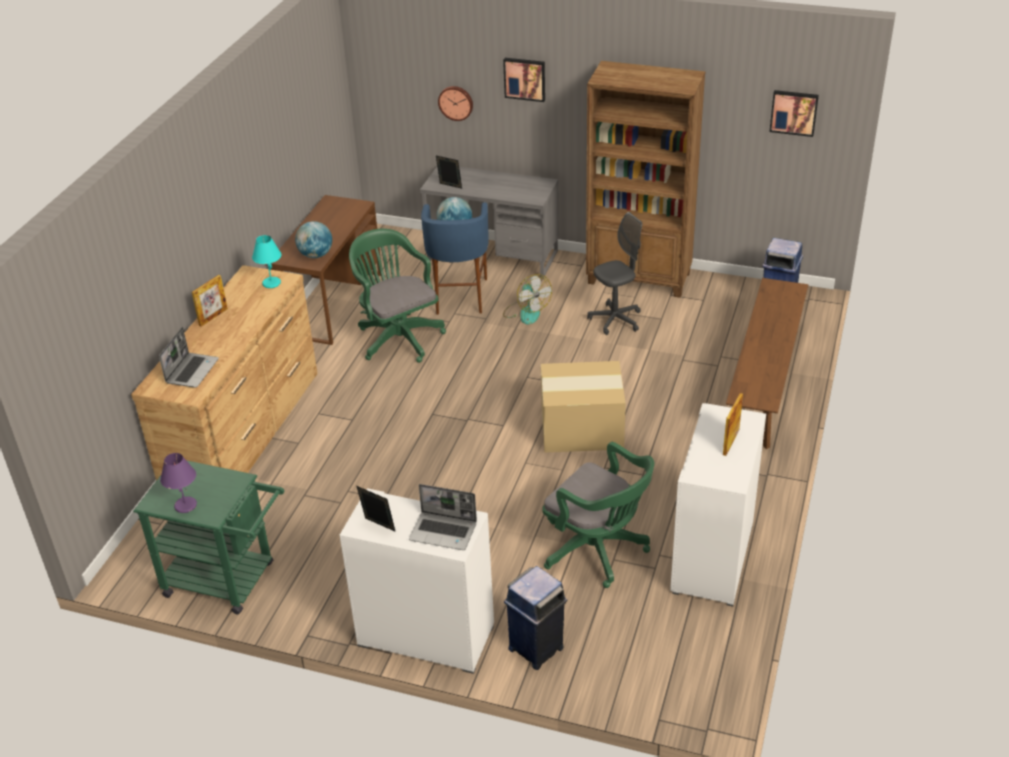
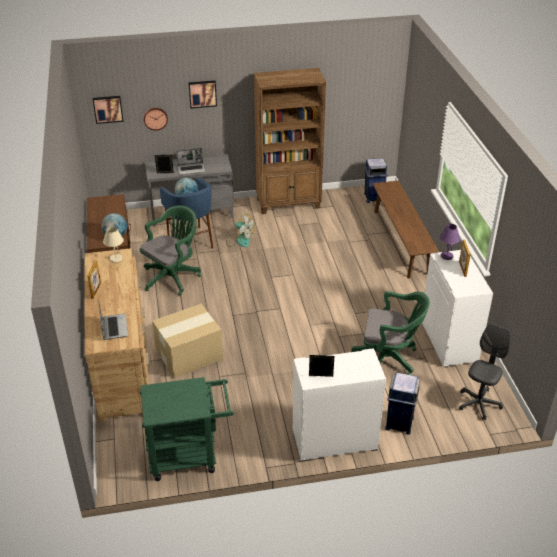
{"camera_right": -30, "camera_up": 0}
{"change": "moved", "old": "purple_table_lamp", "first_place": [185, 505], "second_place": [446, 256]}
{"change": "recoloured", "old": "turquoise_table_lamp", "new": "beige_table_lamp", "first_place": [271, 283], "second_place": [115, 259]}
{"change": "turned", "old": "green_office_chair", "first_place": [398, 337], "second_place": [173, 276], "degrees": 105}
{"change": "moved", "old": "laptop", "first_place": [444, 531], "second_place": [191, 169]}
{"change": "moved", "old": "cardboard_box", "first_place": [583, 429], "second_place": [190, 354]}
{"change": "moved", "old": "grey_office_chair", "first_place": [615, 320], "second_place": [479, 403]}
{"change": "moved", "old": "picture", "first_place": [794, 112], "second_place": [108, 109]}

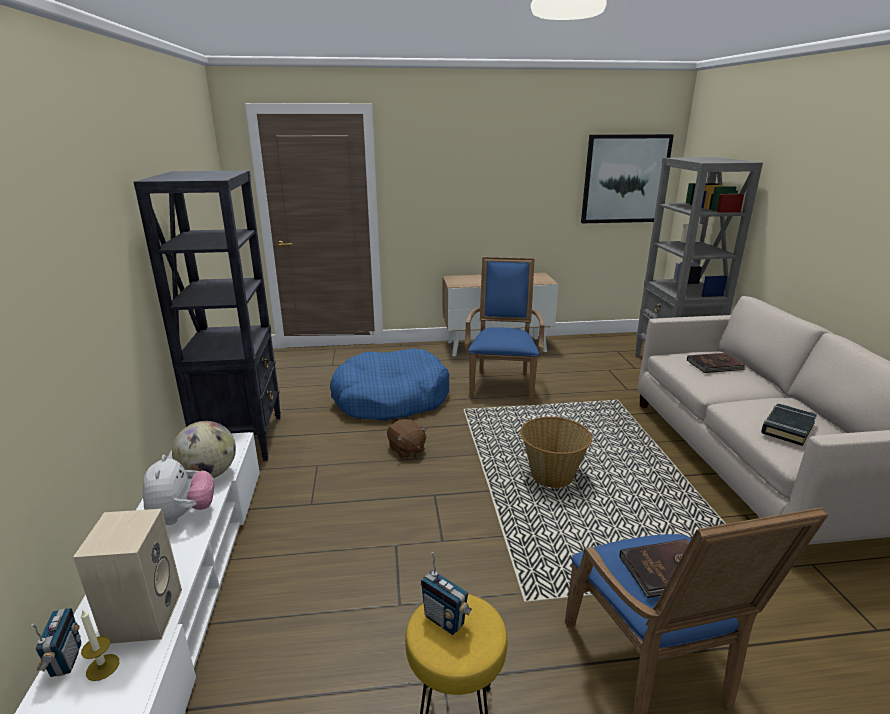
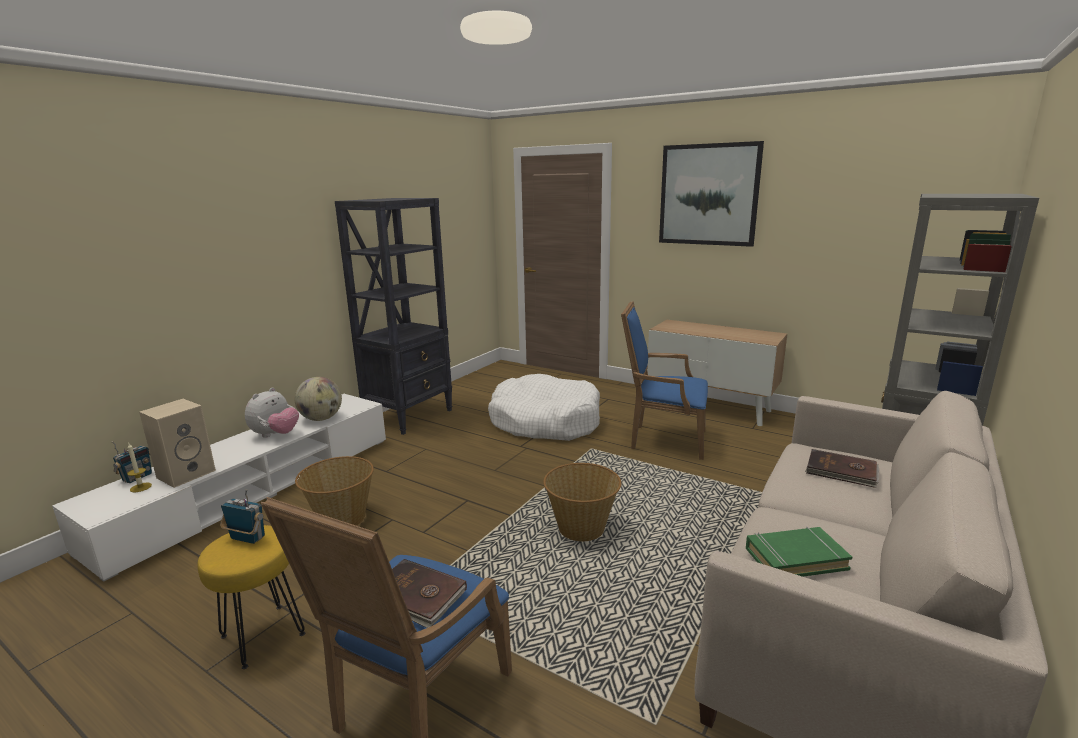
{"camera_right": 40, "camera_up": -5}
{"change": "recoloured", "old": "blue_dog_bed", "new": "white_dog_bed", "first_place": [390, 398], "second_place": [545, 421]}
{"change": "removed", "old": "brown_plush_toy", "first_place": [406, 450]}
{"change": "turned", "old": "radio", "first_place": [444, 620], "second_place": [247, 538], "degrees": 120}
{"change": "turned", "old": "blue_armchair", "first_place": [502, 383], "second_place": [663, 439], "degrees": -120}
{"change": "moved", "old": "picture", "first_place": [625, 179], "second_place": [708, 195]}
{"change": "recoloured", "old": "black_book", "new": "green_book", "first_place": [787, 428], "second_place": [795, 558]}
{"change": "added", "new": "basket", "second_place": [341, 519]}

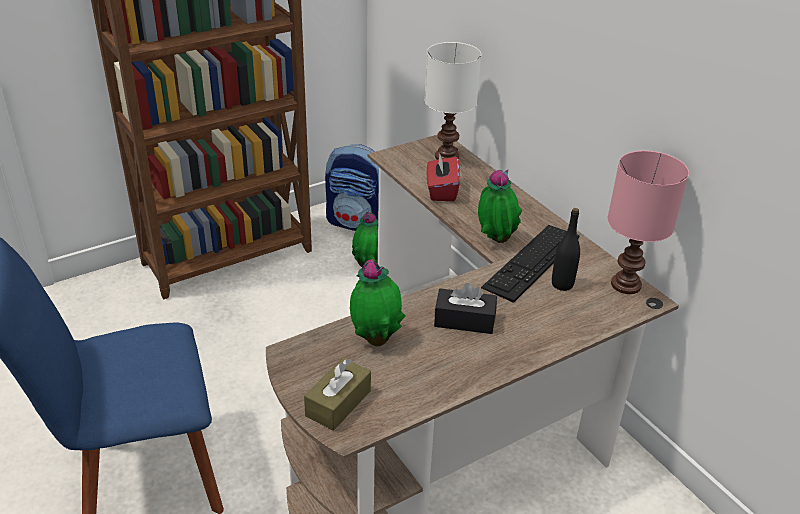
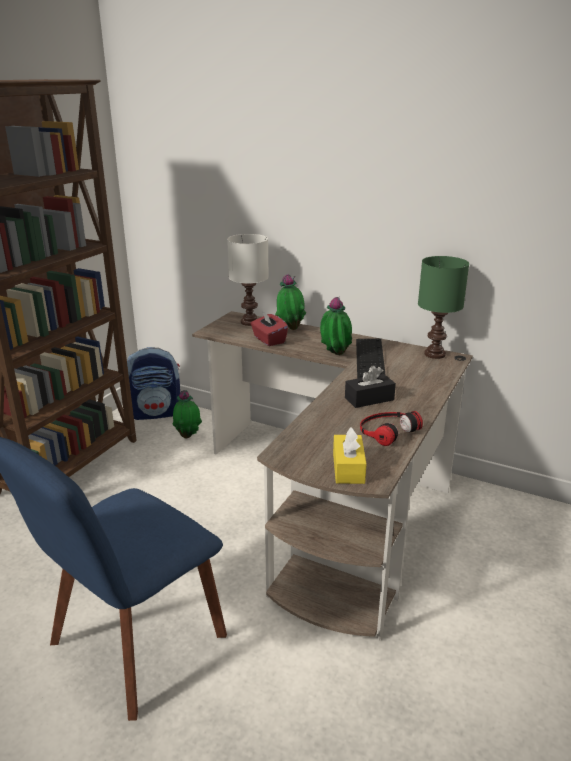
{"camera_right": -30, "camera_up": -10}
{"change": "recoloured", "old": "brown_tissue_box", "new": "yellow_tissue_box", "first_place": [338, 403], "second_place": [348, 468]}
{"change": "moved", "old": "potted_plant", "first_place": [376, 339], "second_place": [290, 328]}
{"change": "removed", "old": "black_bottle", "first_place": [562, 284]}
{"change": "recoloured", "old": "pink_table_lamp", "new": "green_table_lamp", "first_place": [624, 284], "second_place": [433, 354]}
{"change": "added", "new": "headphones", "second_place": [386, 430]}

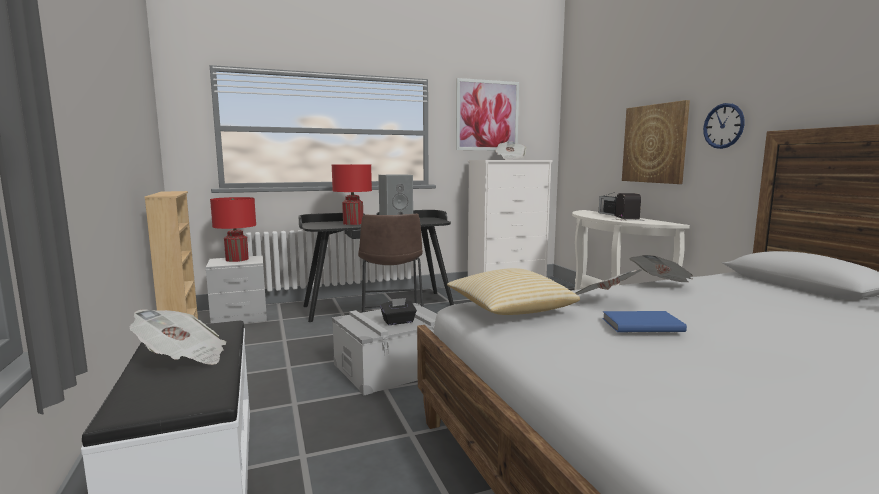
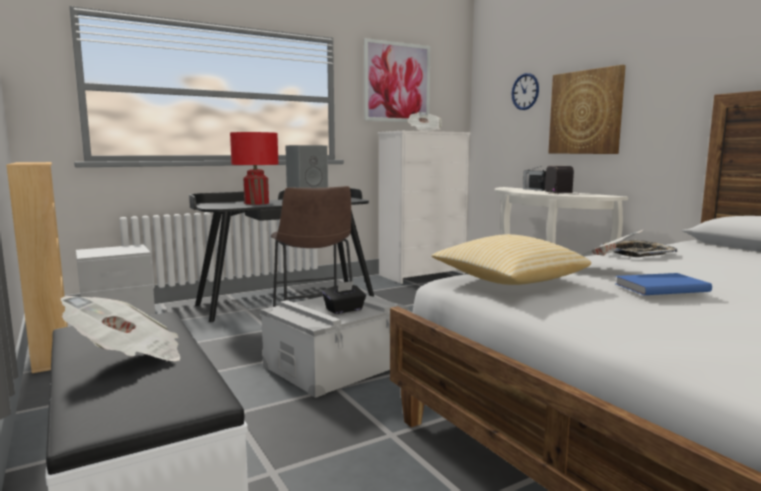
{"camera_right": -10, "camera_up": 0}
{"change": "removed", "old": "red_table_lamp", "first_place": [237, 259]}
{"change": "replaced", "old": "newspaper", "new": "tray", "first_place": [661, 285], "second_place": [637, 253]}
{"change": "moved", "old": "wall_clock", "first_place": [723, 126], "second_place": [525, 91]}

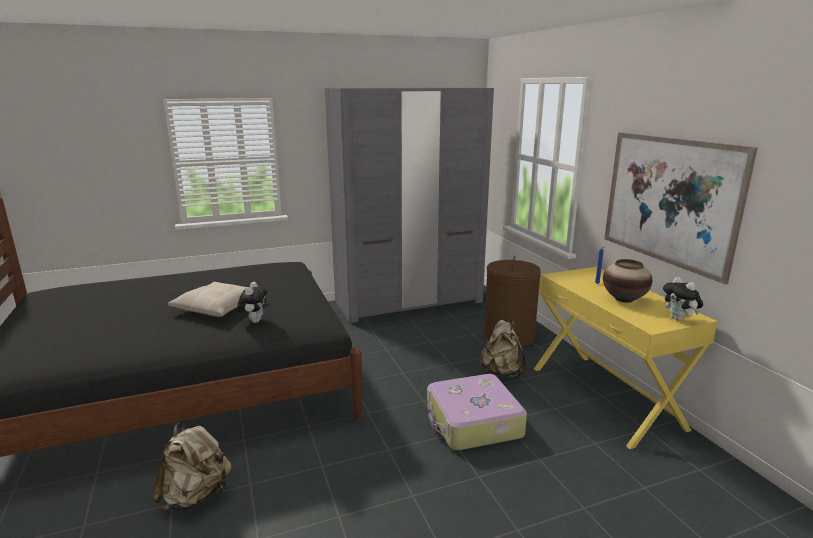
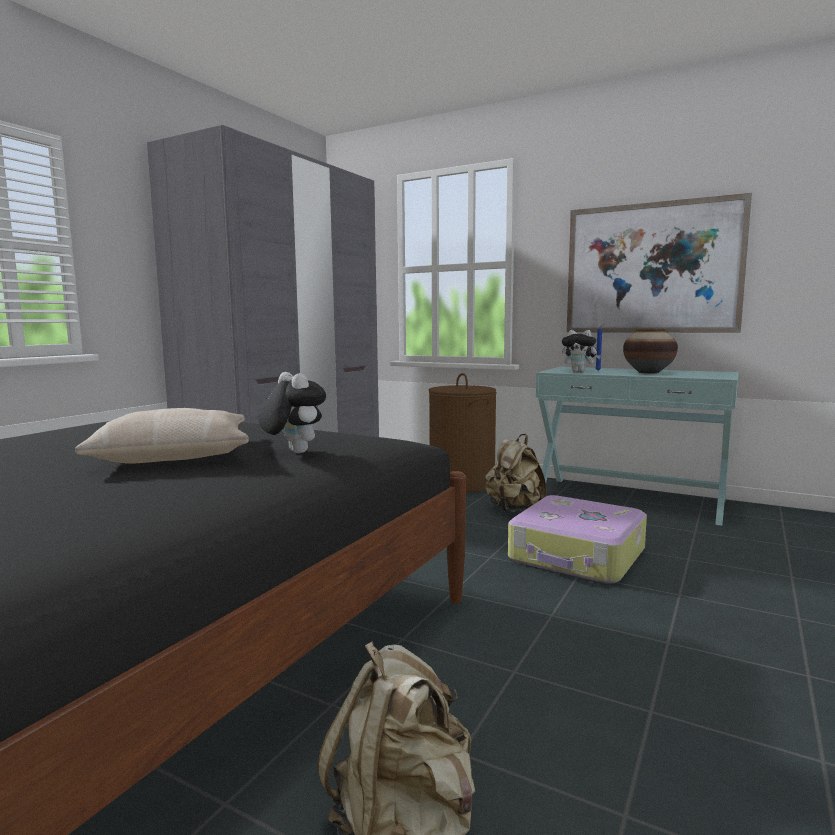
{"camera_right": -40, "camera_up": -10}
{"change": "recoloured", "old": "yellow_console_table", "new": "turquoise_console_table", "first_place": [605, 396], "second_place": [630, 499]}
{"change": "moved", "old": "plush_toy", "first_place": [679, 319], "second_place": [579, 371]}

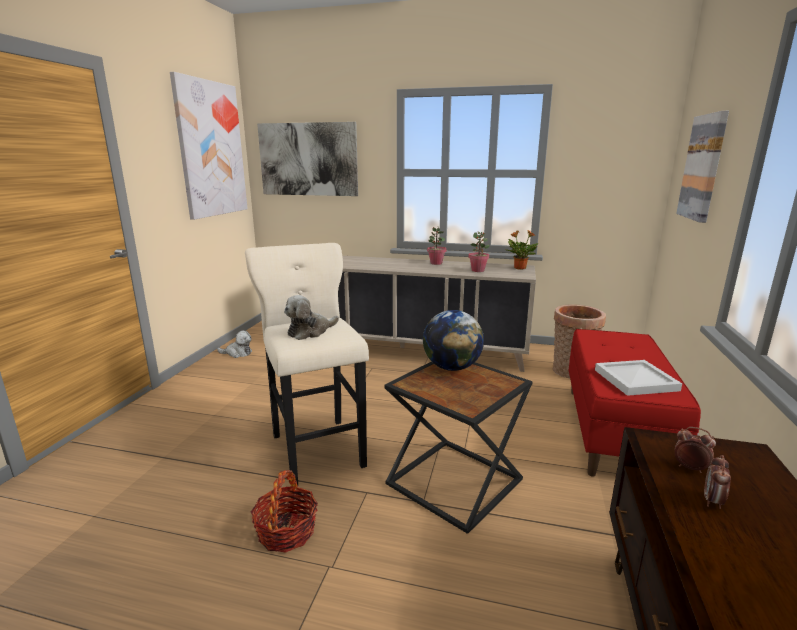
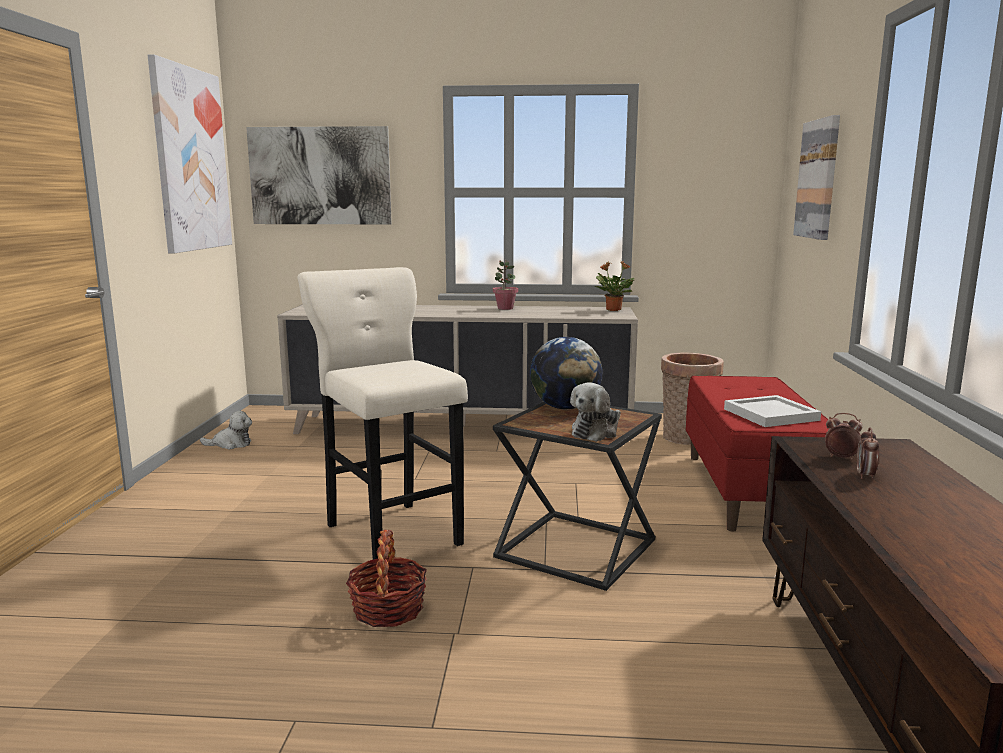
{"camera_right": -10, "camera_up": -5}
{"change": "moved", "old": "plush_toy", "first_place": [310, 332], "second_place": [596, 431]}
{"change": "removed", "old": "potted_plant", "first_place": [478, 270]}

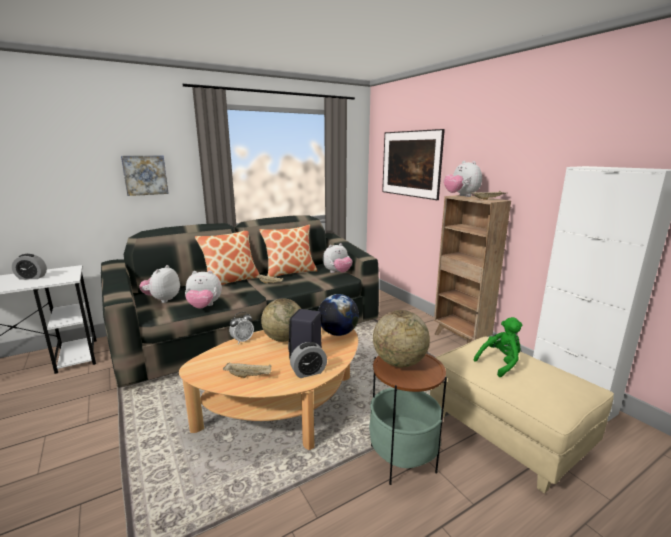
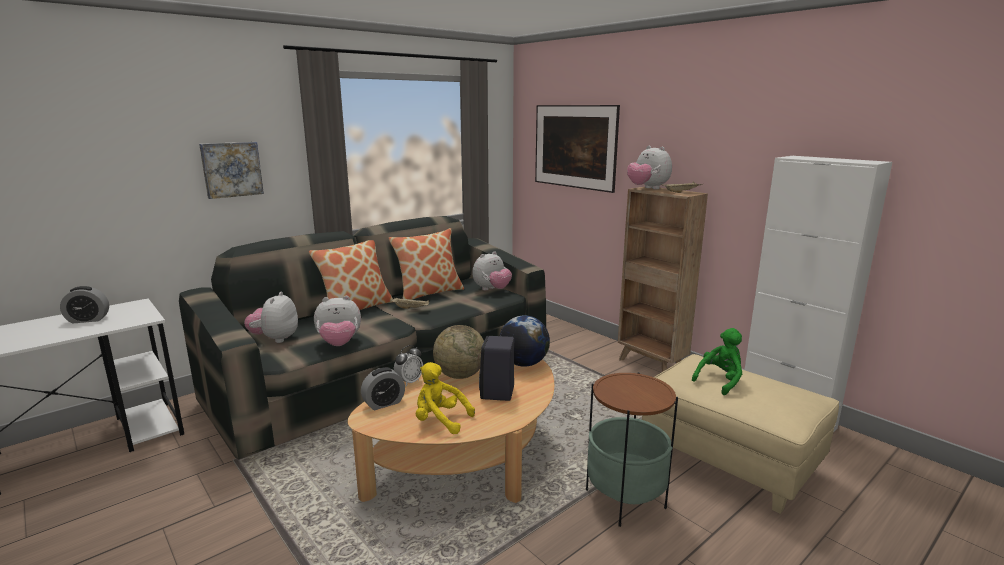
{"camera_right": -10, "camera_up": 0}
{"change": "replaced", "old": "beige_tray", "new": "yellow_plush_toy", "first_place": [249, 376], "second_place": [440, 420]}
{"change": "moved", "old": "alarm_clock", "first_place": [308, 372], "second_place": [384, 403]}
{"change": "removed", "old": "globe", "first_place": [399, 362]}

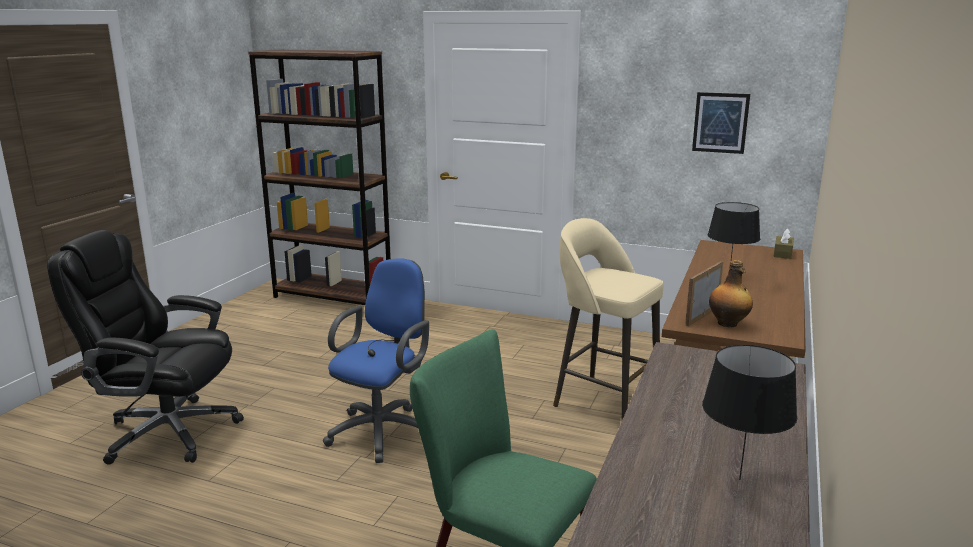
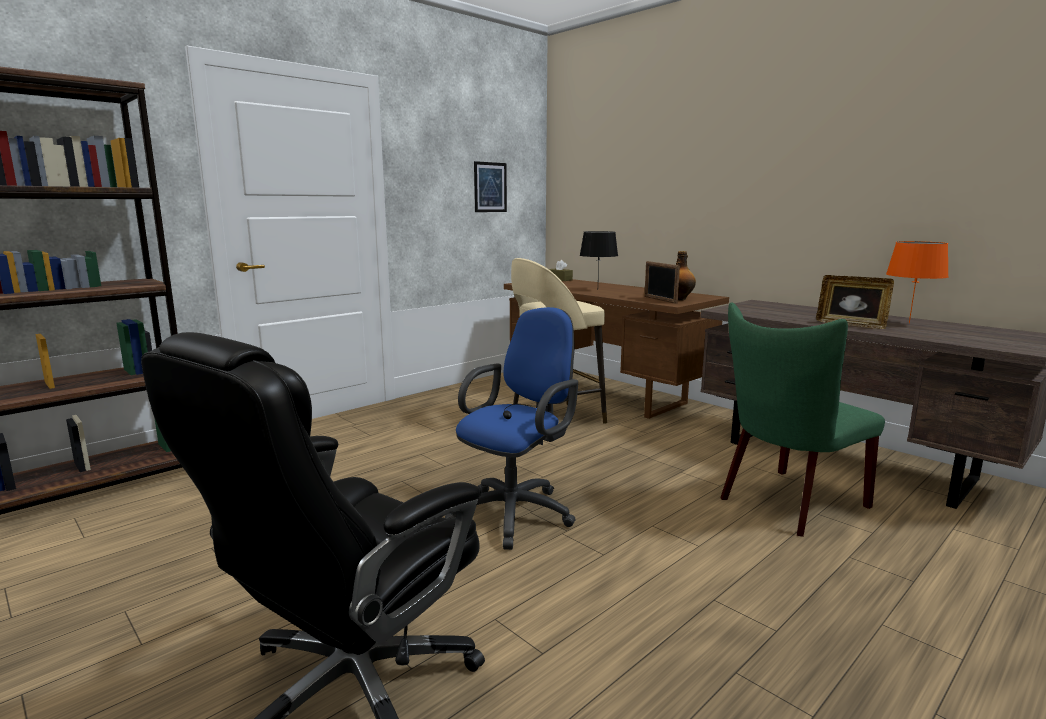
{"camera_right": -65, "camera_up": -5}
{"change": "turned", "old": "blue_office_chair", "first_place": [383, 430], "second_place": [517, 512], "degrees": 75}
{"change": "recoloured", "old": "black_table_lamp", "new": "orange_table_lamp", "first_place": [740, 479], "second_place": [909, 323]}
{"change": "added", "new": "picture_frame", "second_place": [851, 324]}

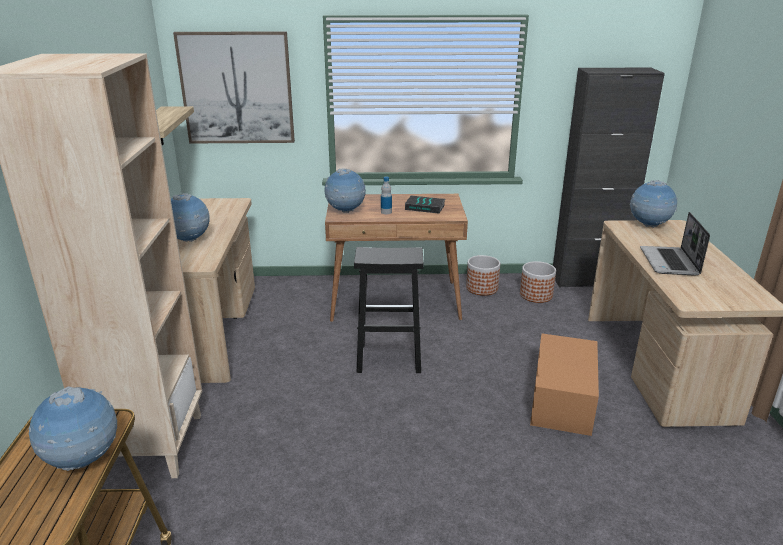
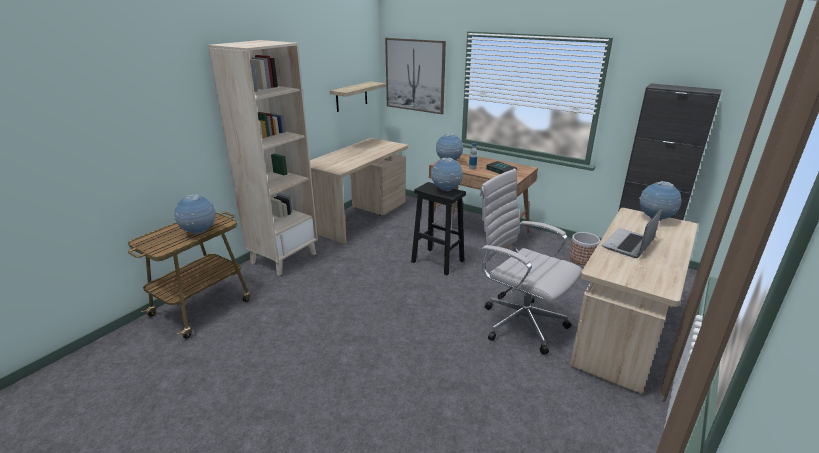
{"camera_right": 35, "camera_up": 0}
{"change": "moved", "old": "globe", "first_place": [189, 241], "second_place": [446, 190]}
{"change": "removed", "old": "planter", "first_place": [481, 288]}
{"change": "replaced", "old": "cardboard_box", "new": "white_office_chair", "first_place": [562, 400], "second_place": [519, 323]}

